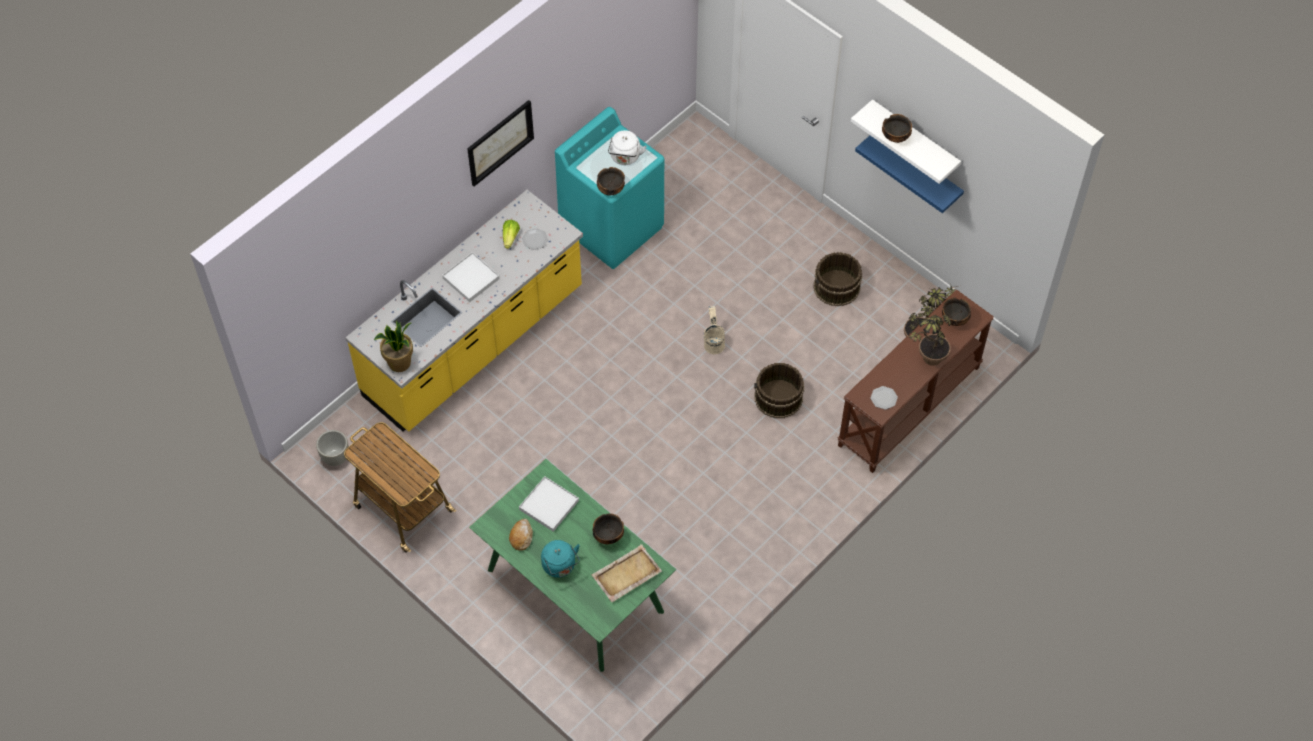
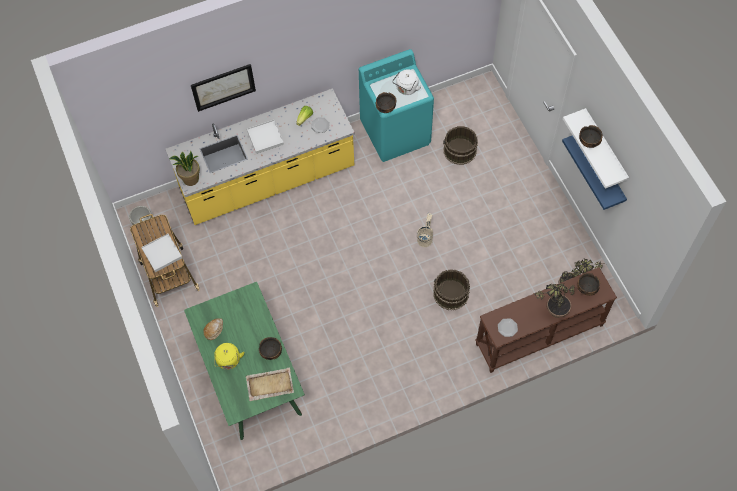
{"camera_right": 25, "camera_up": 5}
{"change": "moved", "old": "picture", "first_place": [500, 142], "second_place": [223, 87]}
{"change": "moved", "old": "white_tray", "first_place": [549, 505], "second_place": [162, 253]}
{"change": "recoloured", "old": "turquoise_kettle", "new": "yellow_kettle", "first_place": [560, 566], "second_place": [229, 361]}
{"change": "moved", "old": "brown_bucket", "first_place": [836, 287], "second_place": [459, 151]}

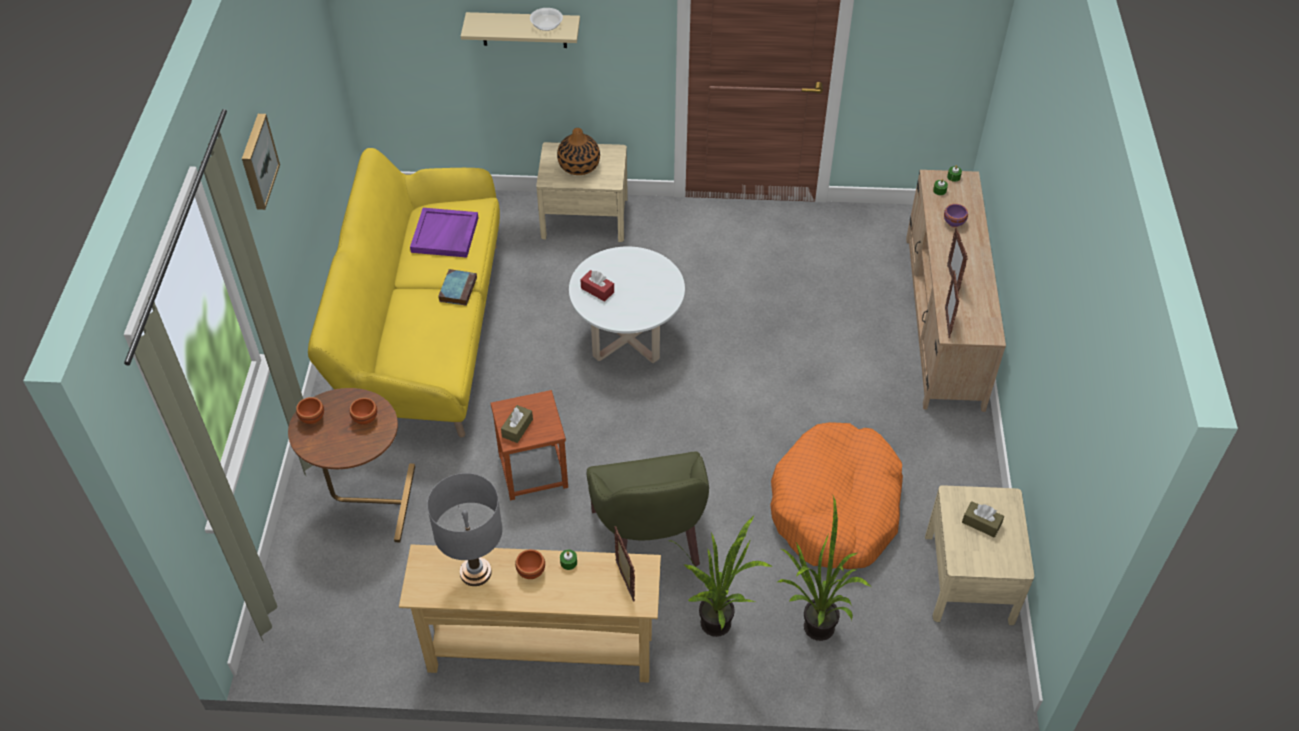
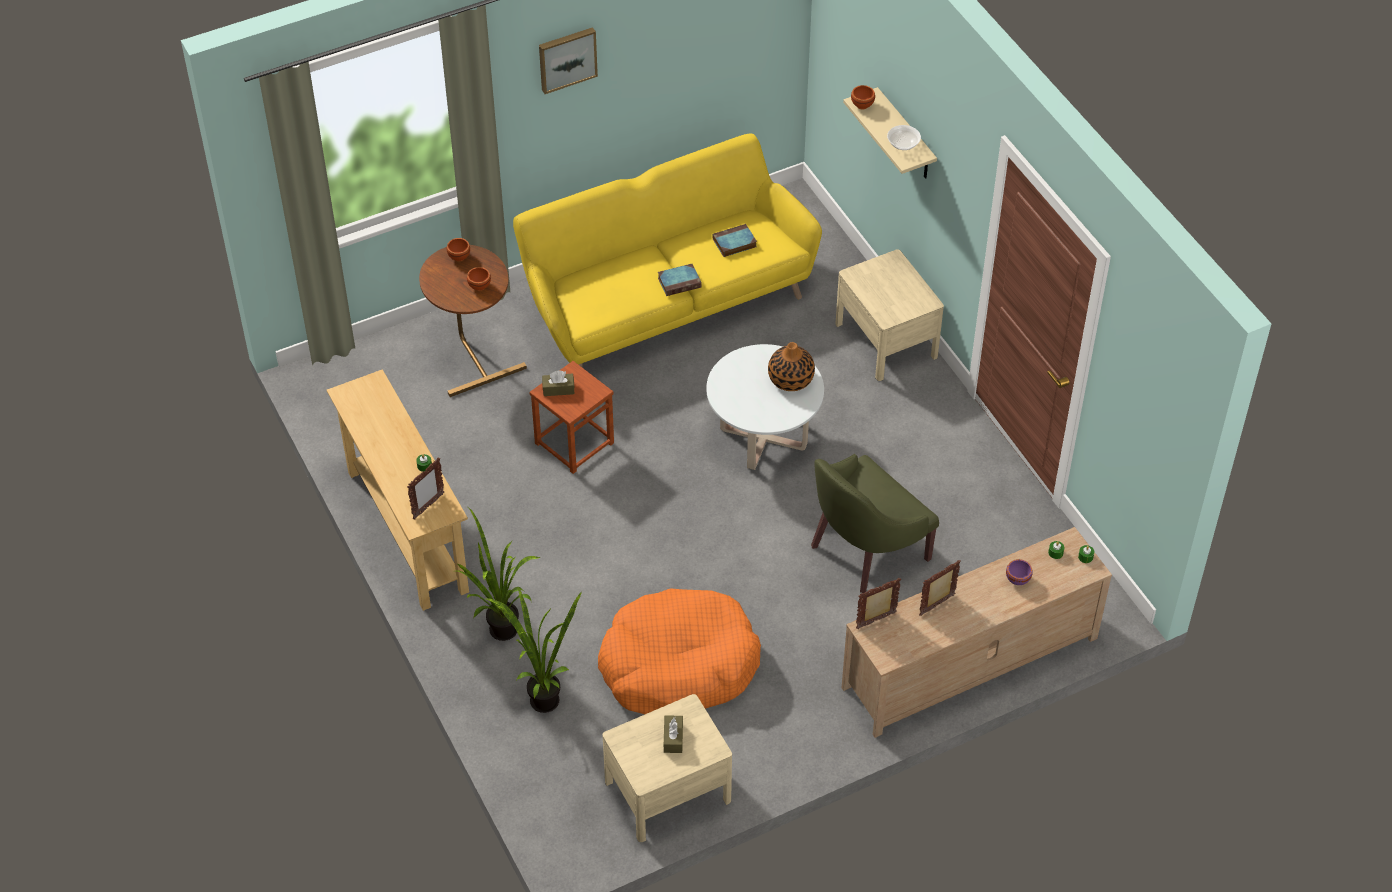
{"camera_right": 60, "camera_up": 0}
{"change": "replaced", "old": "purple_tray", "new": "book", "first_place": [445, 235], "second_place": [733, 243]}
{"change": "removed", "old": "grey_table_lamp", "first_place": [475, 572]}
{"change": "moved", "old": "brown_bowl", "first_place": [531, 572], "second_place": [861, 105]}
{"change": "moved", "old": "vase", "first_place": [579, 166], "second_place": [790, 379]}
{"change": "removed", "old": "red_tissue_box", "first_place": [597, 290]}
{"change": "moved", "old": "green_armchair", "first_place": [651, 537], "second_place": [865, 550]}

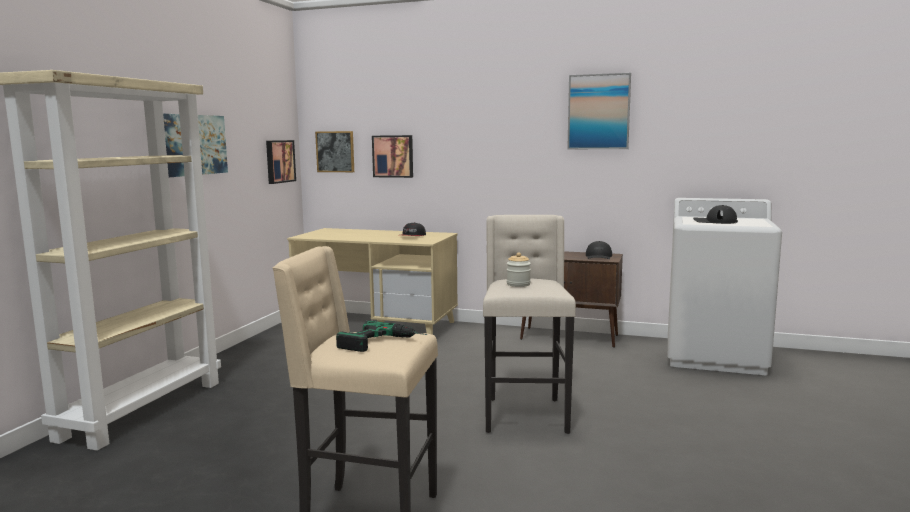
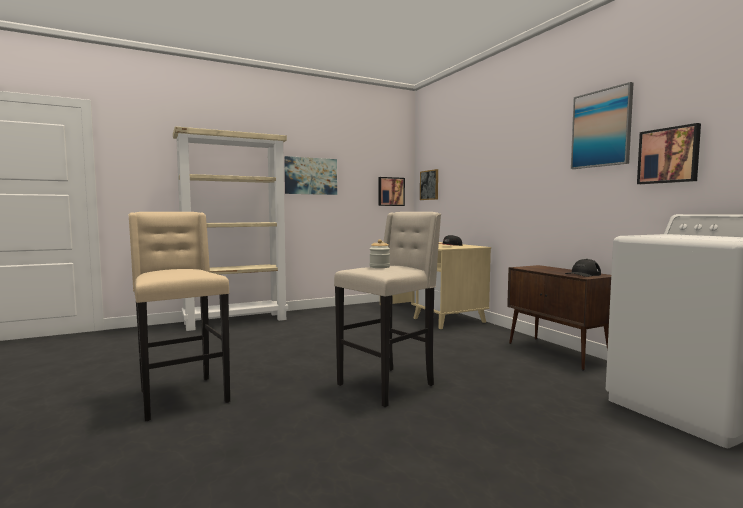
{"camera_right": 45, "camera_up": -5}
{"change": "removed", "old": "power_drill", "first_place": [383, 343]}
{"change": "moved", "old": "picture", "first_place": [393, 156], "second_place": [669, 155]}
{"change": "removed", "old": "black_cap", "first_place": [715, 221]}

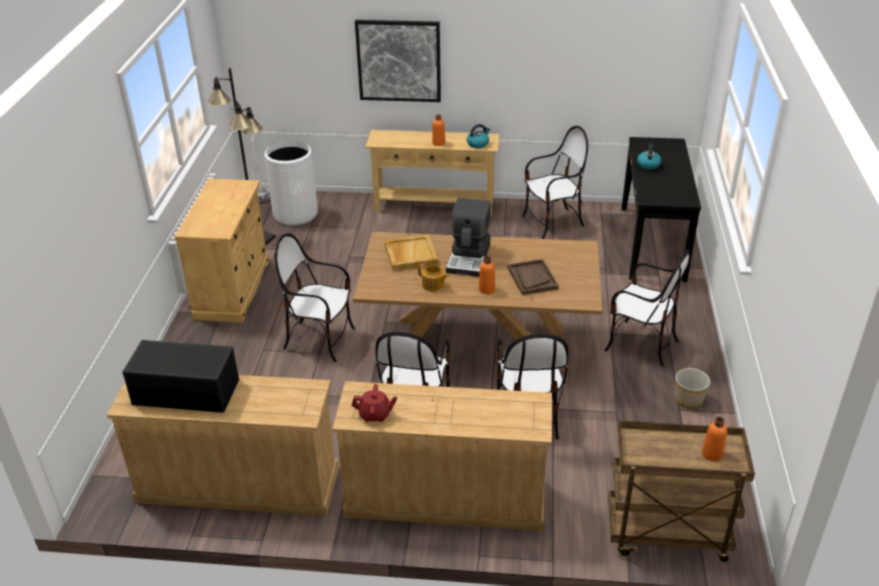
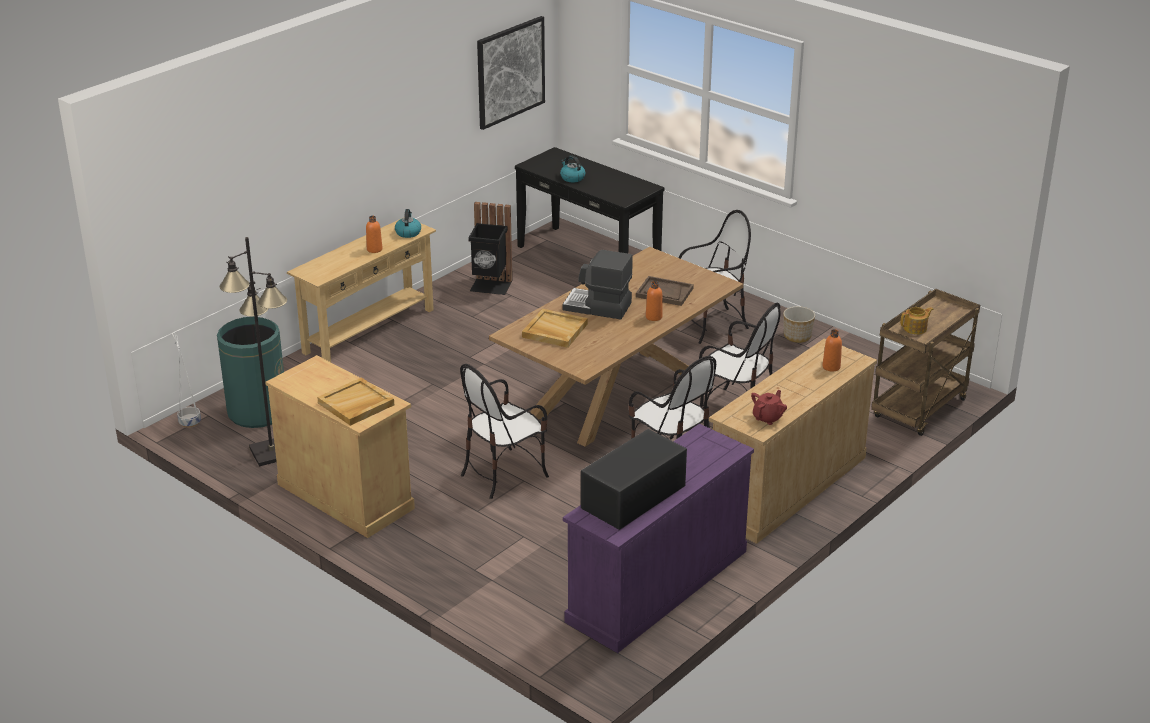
{"camera_right": -55, "camera_up": -5}
{"change": "recoloured", "old": "beige_dresser", "new": "purple_dresser", "first_place": [237, 484], "second_place": [657, 586]}
{"change": "recoloured", "old": "white_trash_can", "new": "green_trash_can", "first_place": [295, 214], "second_place": [257, 412]}
{"change": "moved", "old": "picture", "first_place": [399, 61], "second_place": [510, 72]}
{"change": "moved", "old": "teapot", "first_place": [433, 285], "second_place": [915, 328]}
{"change": "turned", "old": "coffee_machine", "first_place": [469, 258], "second_place": [597, 307], "degrees": 150}
{"change": "replaced", "old": "chair", "new": "black_trash_can", "first_place": [553, 223], "second_place": [491, 286]}
{"change": "moved", "old": "orange_bottle", "first_place": [712, 454], "second_place": [831, 367]}
{"change": "added", "new": "beige_tray", "second_place": [356, 404]}

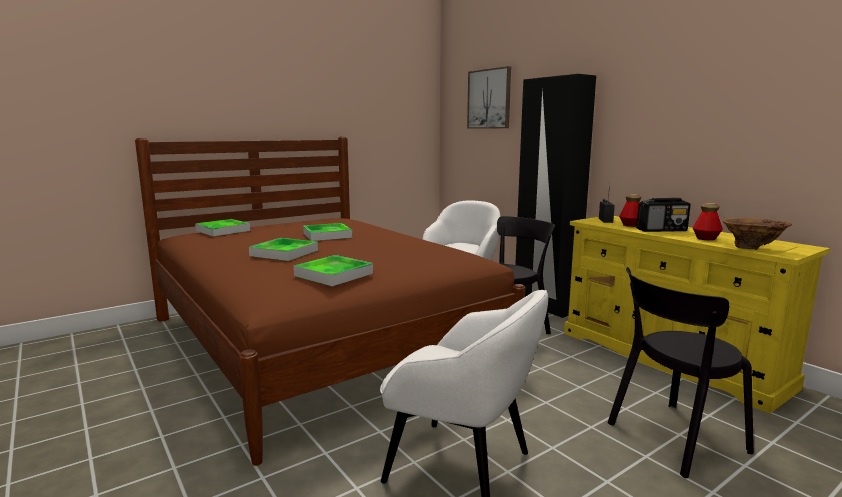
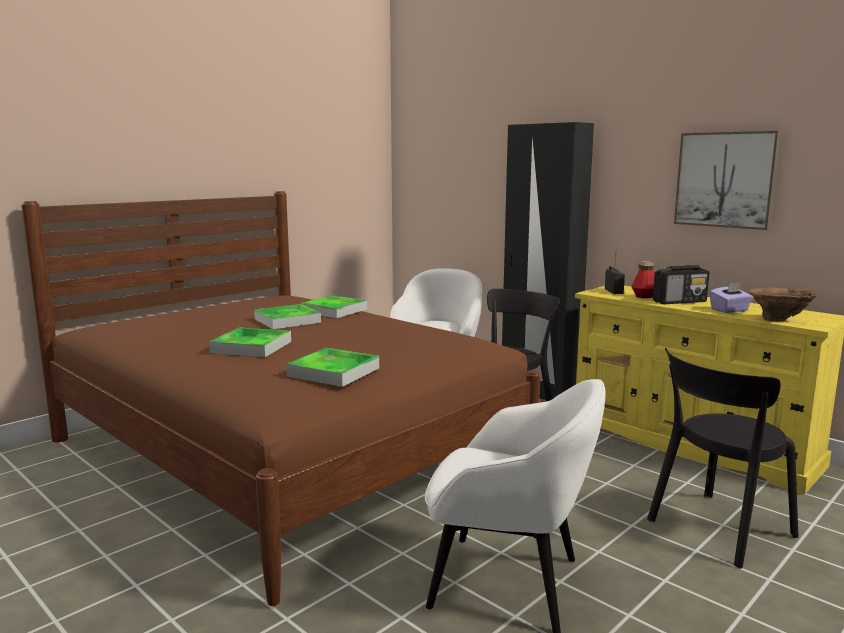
{"camera_right": -10, "camera_up": 0}
{"change": "moved", "old": "tray", "first_place": [223, 230], "second_place": [334, 310]}
{"change": "moved", "old": "picture", "first_place": [489, 99], "second_place": [725, 179]}
{"change": "replaced", "old": "bottle", "new": "purple_tissue_box", "first_place": [706, 238], "second_place": [729, 310]}

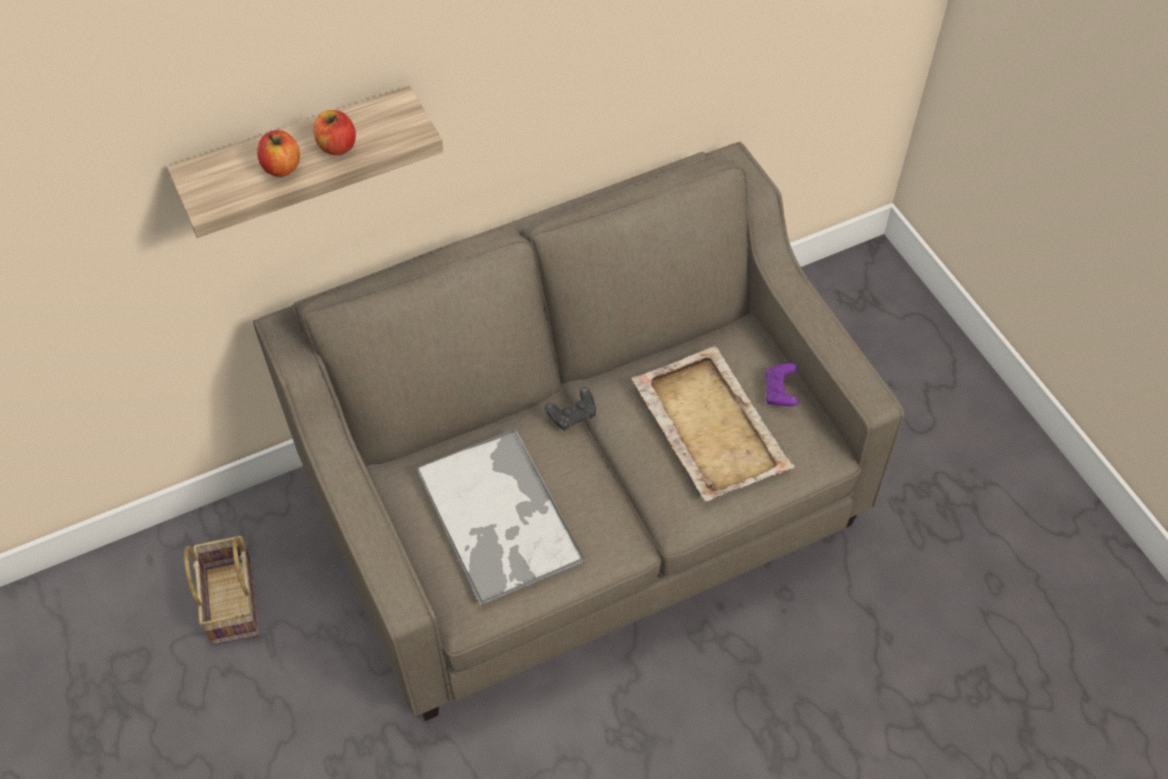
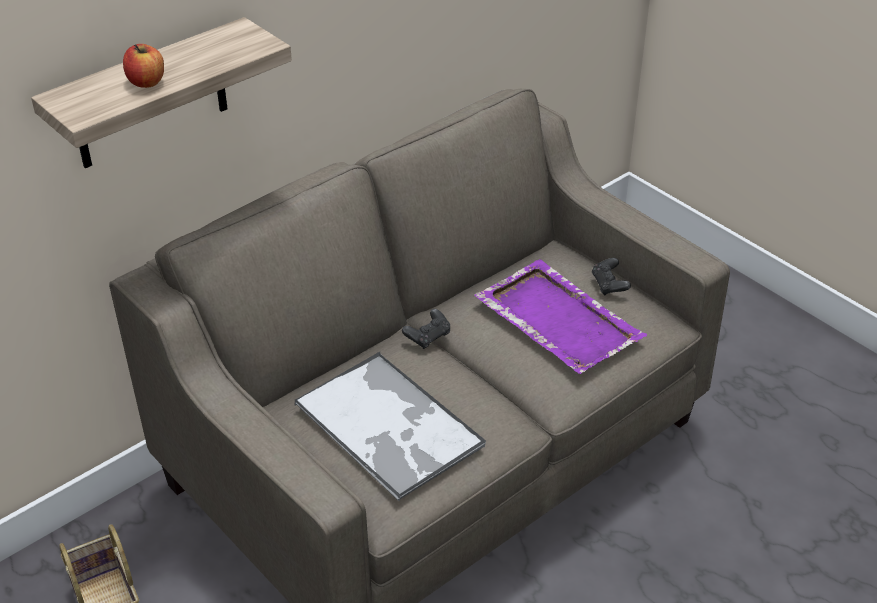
{"camera_right": -15, "camera_up": -15}
{"change": "removed", "old": "apple", "first_place": [337, 146]}
{"change": "recoloured", "old": "beige_tray", "new": "purple_tray", "first_place": [709, 424], "second_place": [557, 319]}
{"change": "recoloured", "old": "purple_game_controller", "new": "black_game_controller", "first_place": [780, 392], "second_place": [609, 285]}

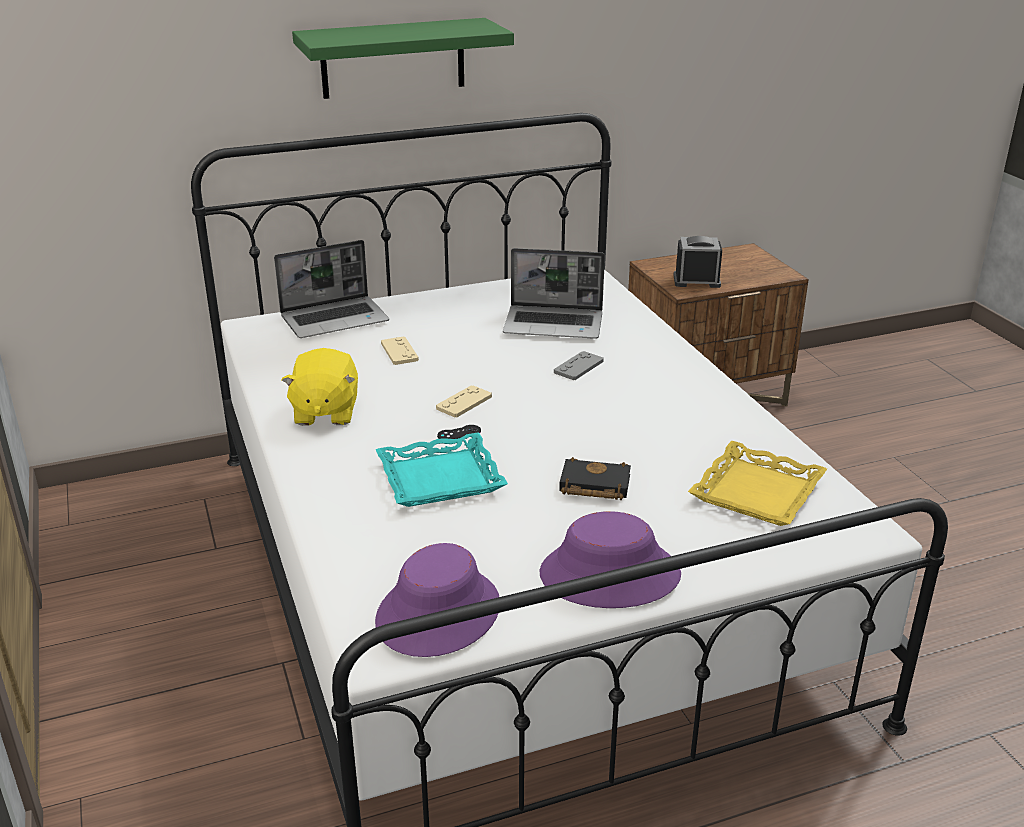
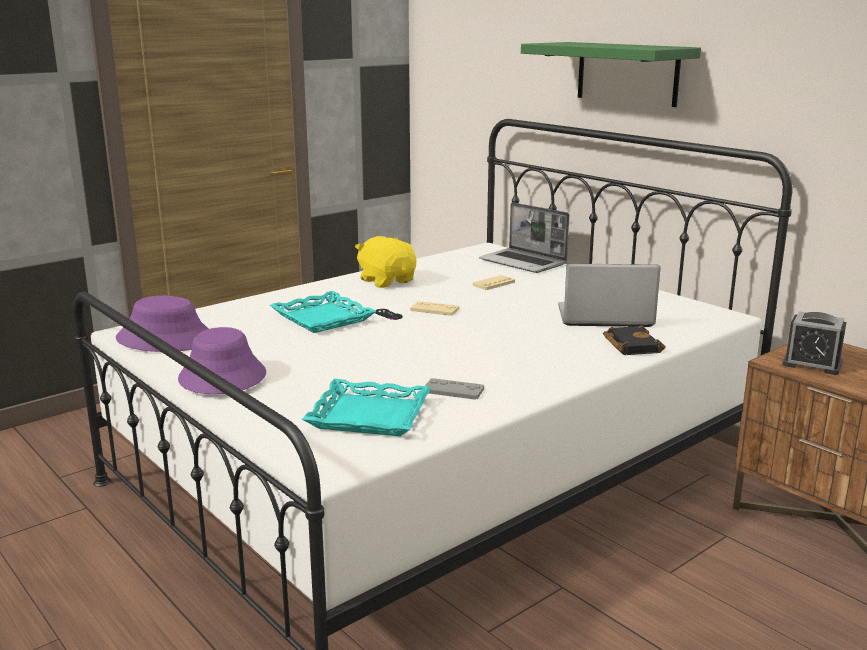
{"camera_right": 70, "camera_up": -10}
{"change": "turned", "old": "yellow_plush_toy", "first_place": [325, 412], "second_place": [387, 281], "degrees": 75}
{"change": "turned", "old": "laptop", "first_place": [555, 324], "second_place": [603, 317], "degrees": 105}
{"change": "moved", "old": "grey_game_controller", "first_place": [578, 367], "second_place": [453, 390]}
{"change": "moved", "old": "black_book", "first_place": [592, 486], "second_place": [630, 345]}
{"change": "turned", "old": "alarm_clock", "first_place": [696, 280], "second_place": [812, 364], "degrees": 135}
{"change": "recoloured", "old": "yellow_tray", "new": "turquoise_tray", "first_place": [758, 493], "second_place": [369, 416]}

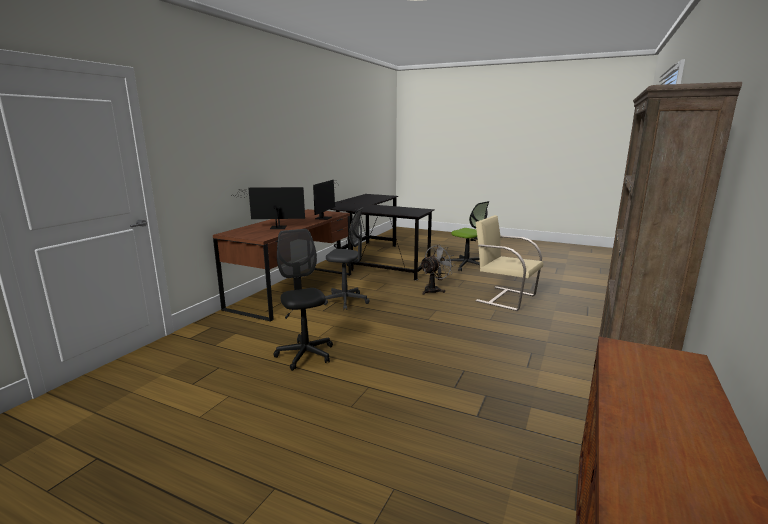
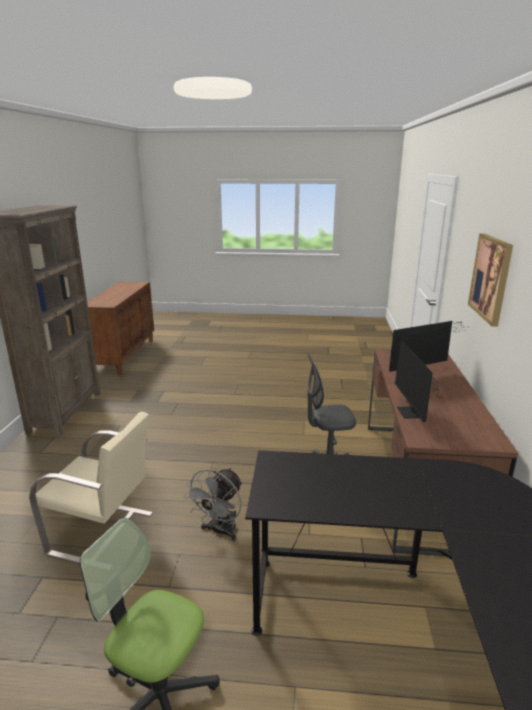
{"camera_right": 160, "camera_up": 5}
{"change": "removed", "old": "black_office_chair", "first_place": [305, 355]}
{"change": "added", "new": "picture", "second_place": [491, 278]}

